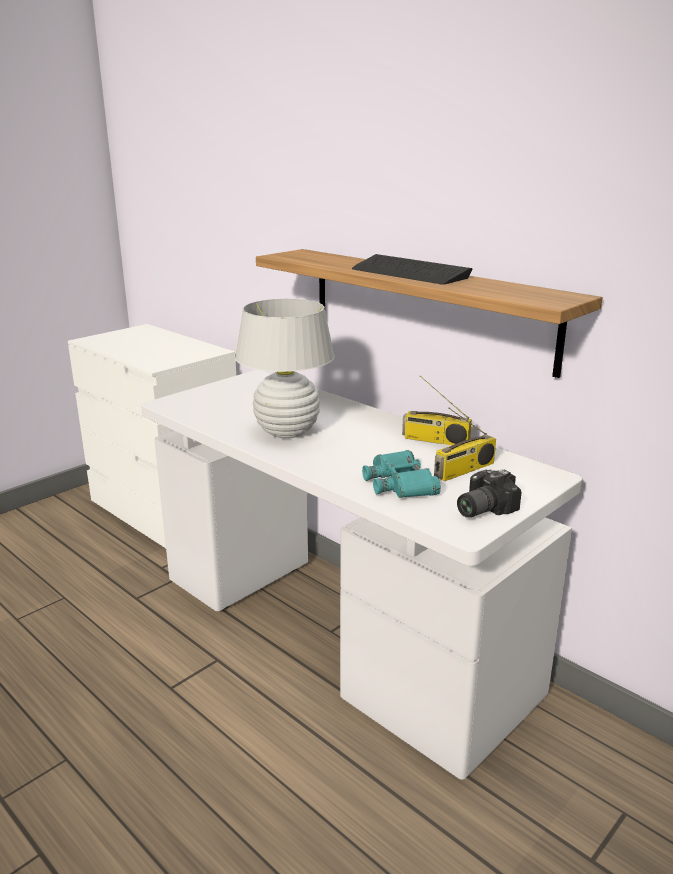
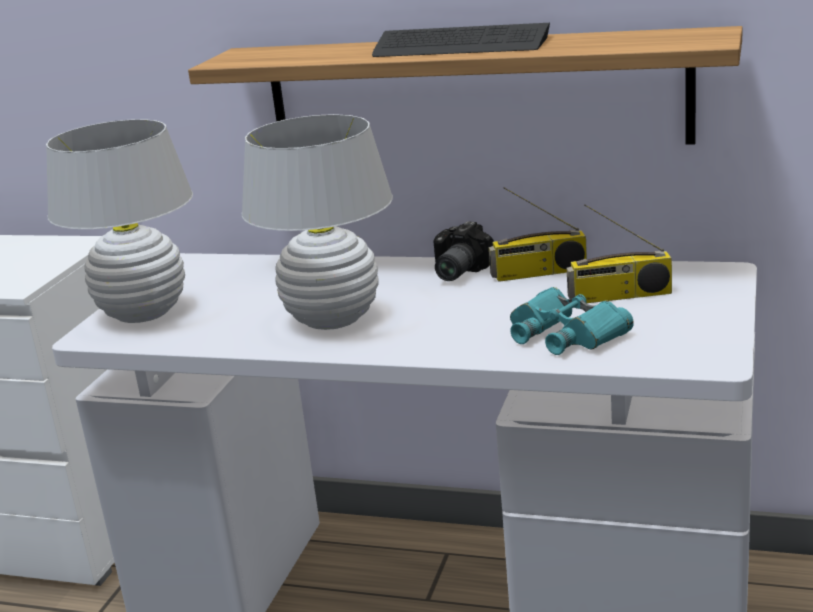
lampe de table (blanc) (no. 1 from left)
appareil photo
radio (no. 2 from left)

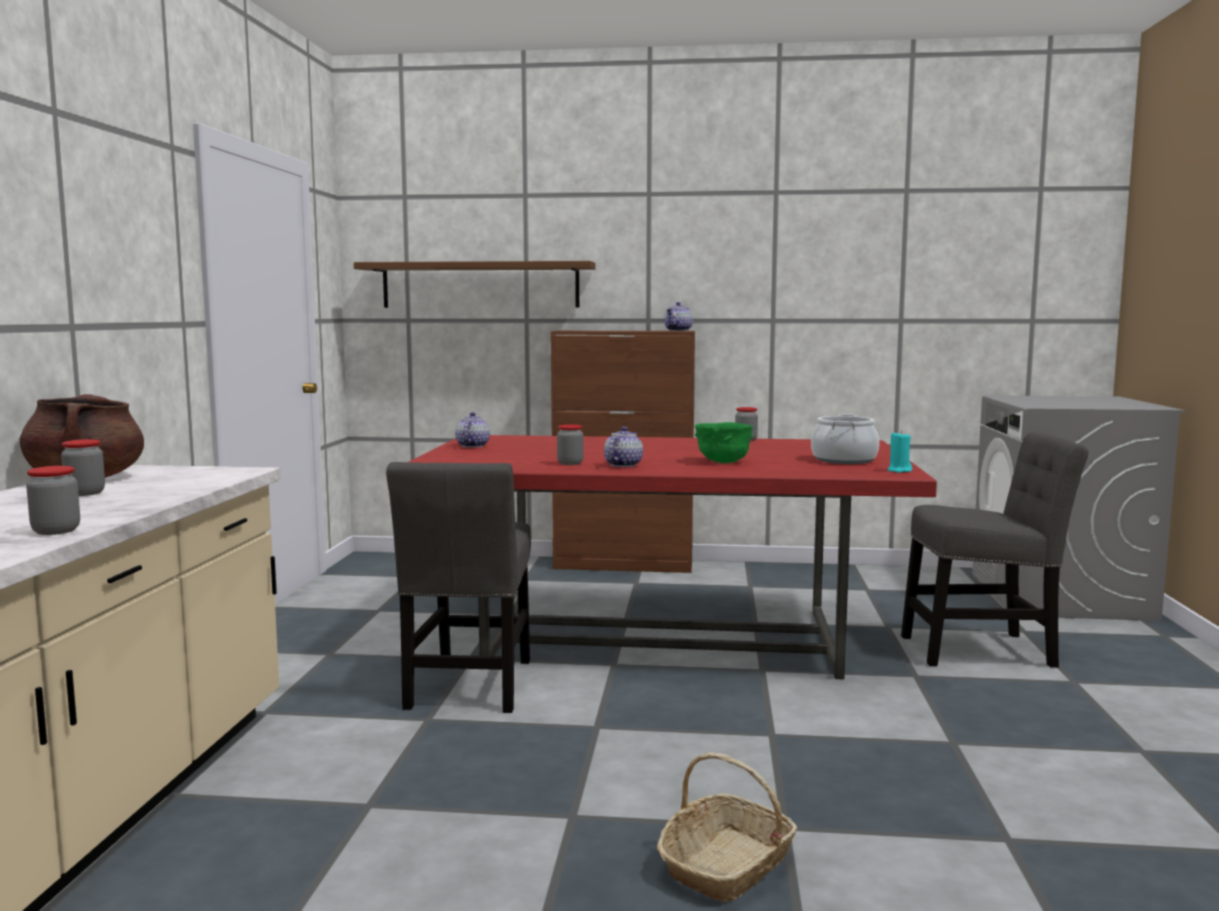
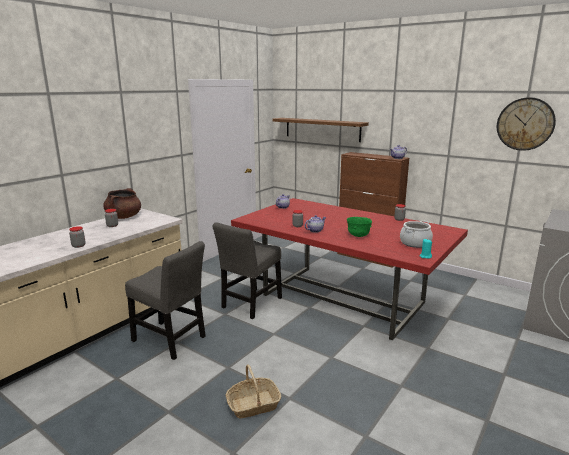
horloge murale
chaise (gris) (no. 1 from left)

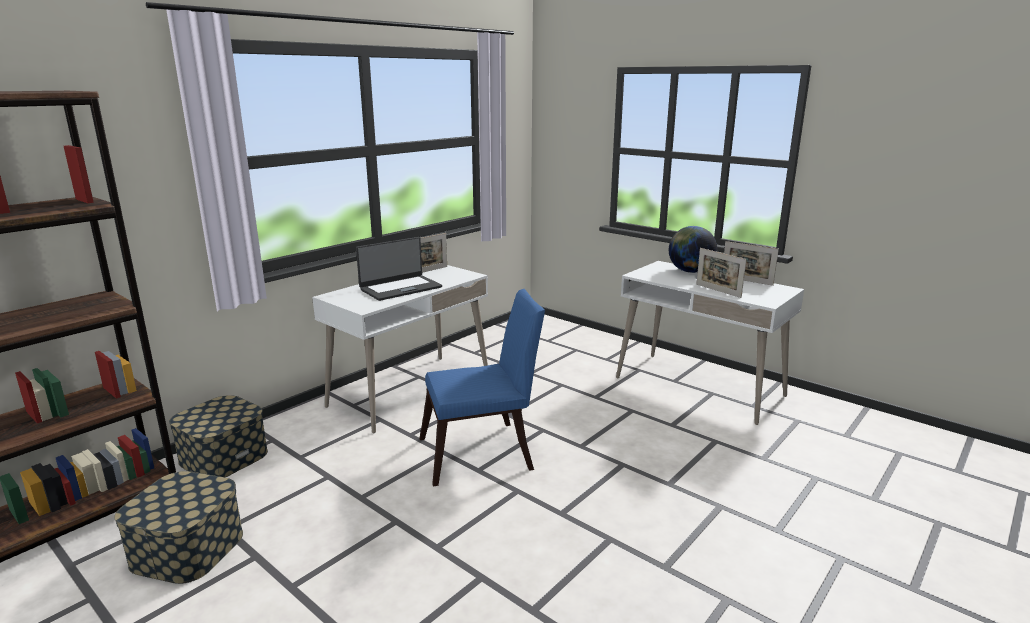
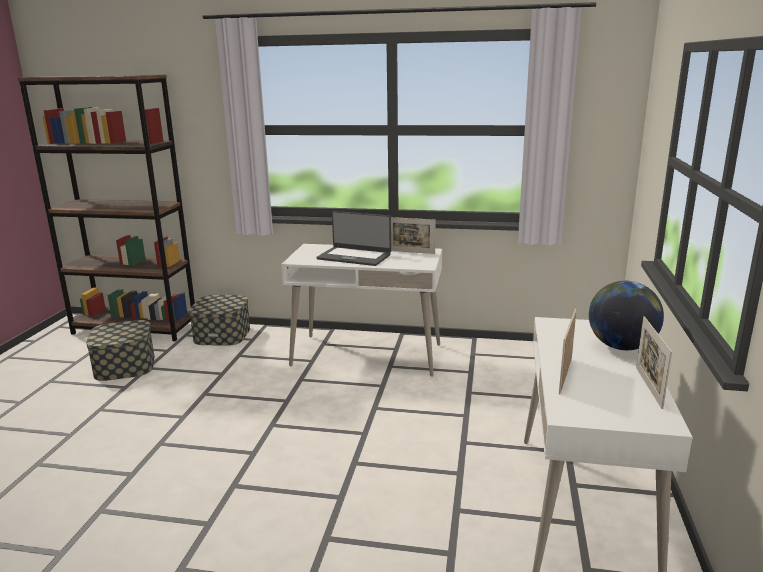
chaise (bleu)

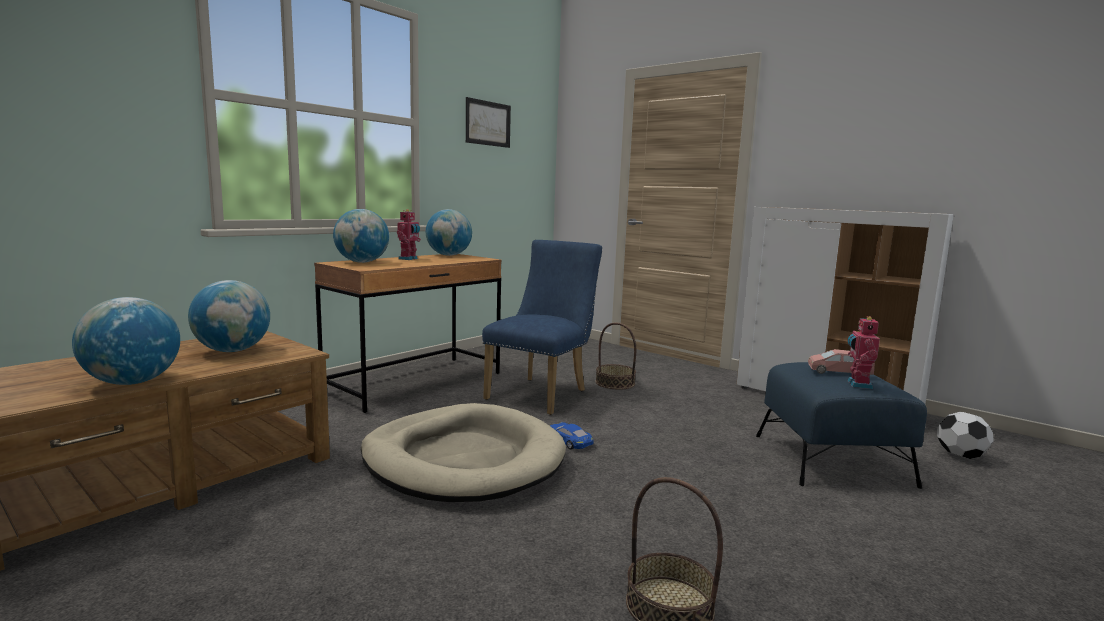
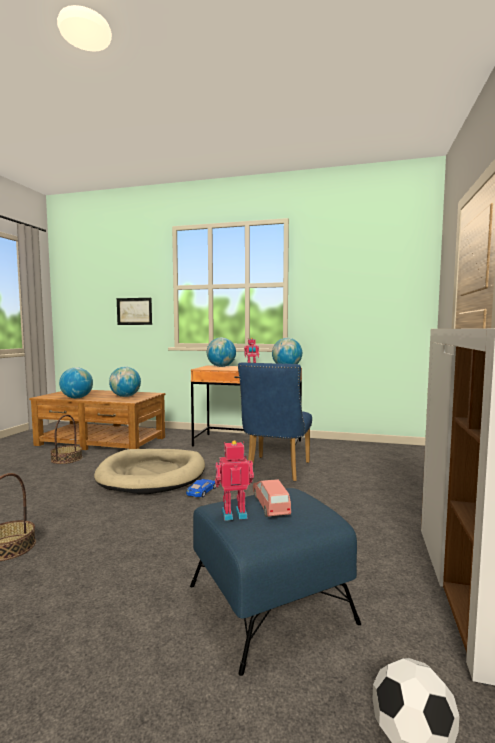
tableau
panier (no. 2 from left)
chaise (bleu)

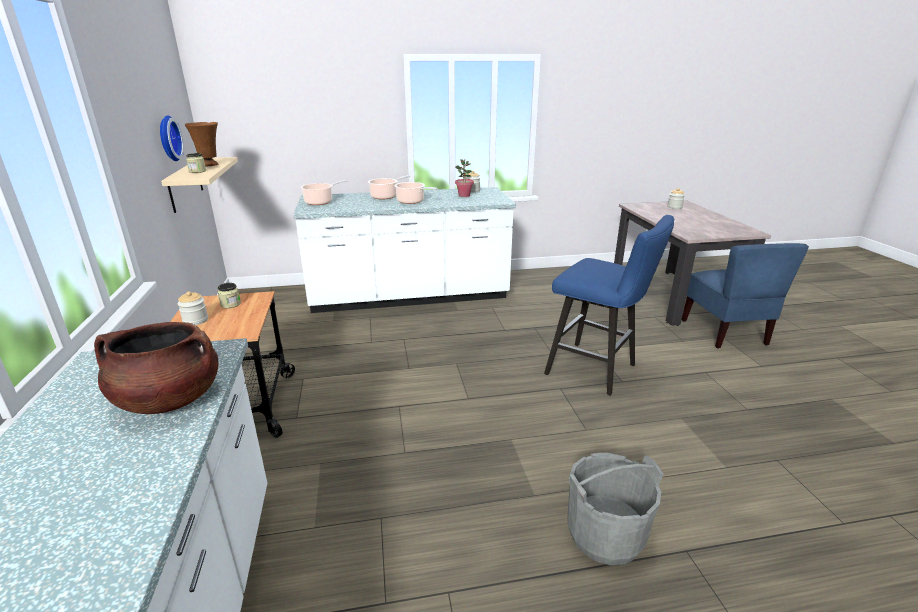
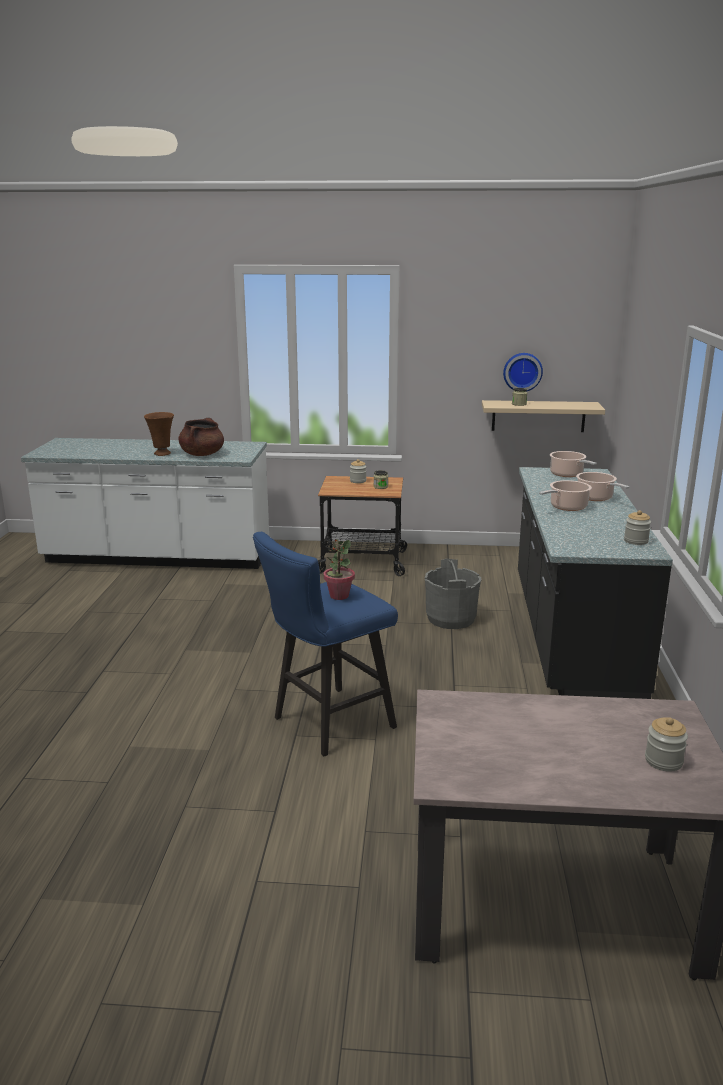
chaise (bleu)
vase (marron)
plante en pot
seau (gris)
comptoir de cuisine (noir)

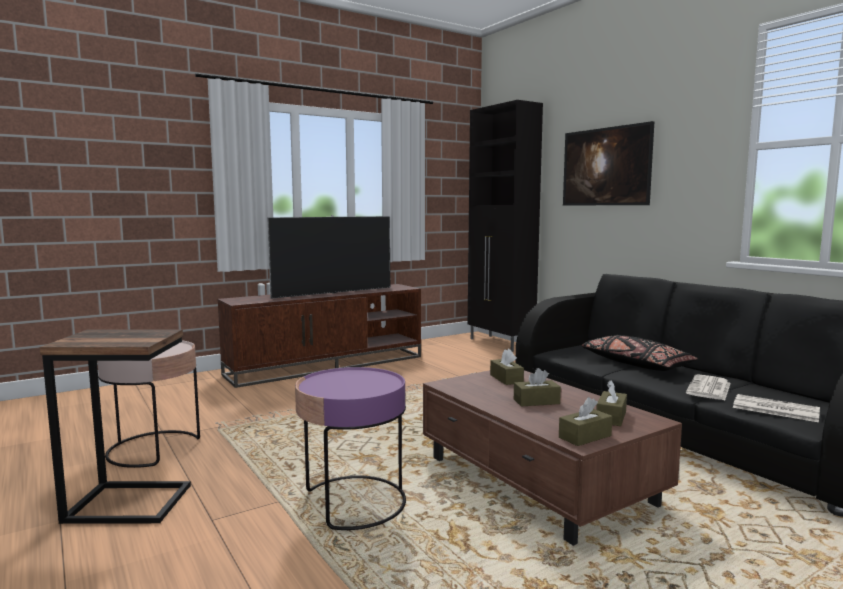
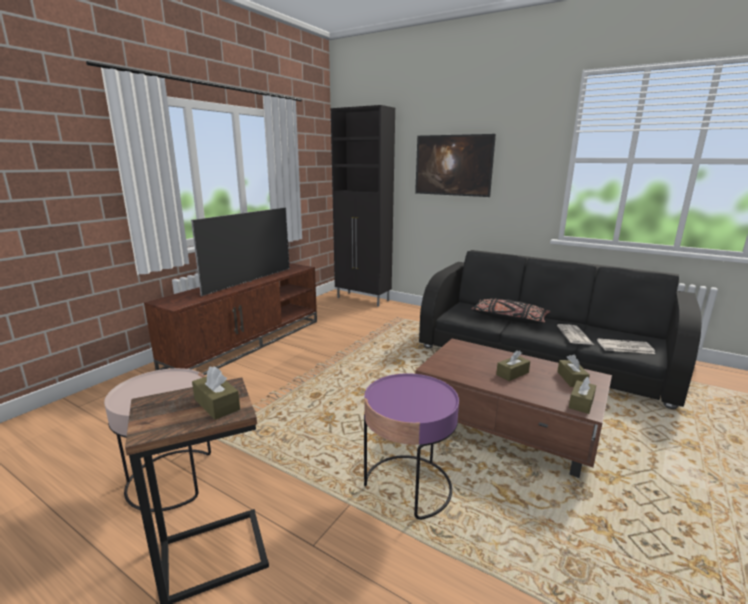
boîte à mouchoirs (marron) (no. 1 from left)

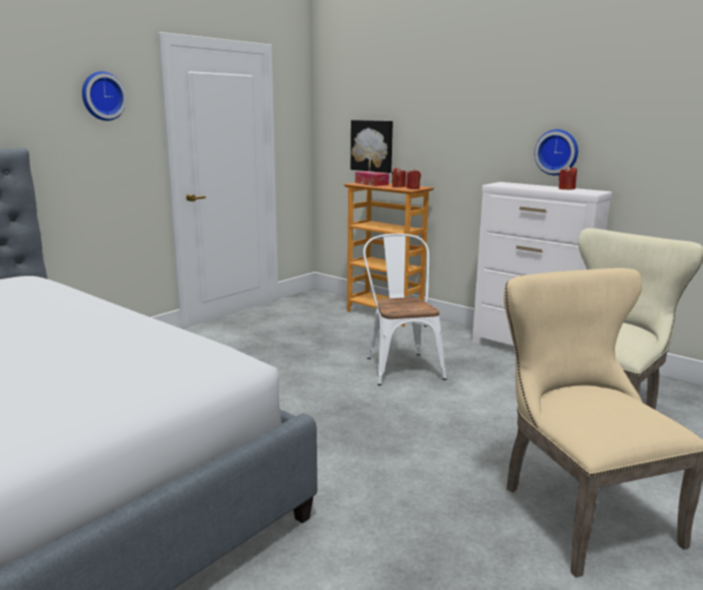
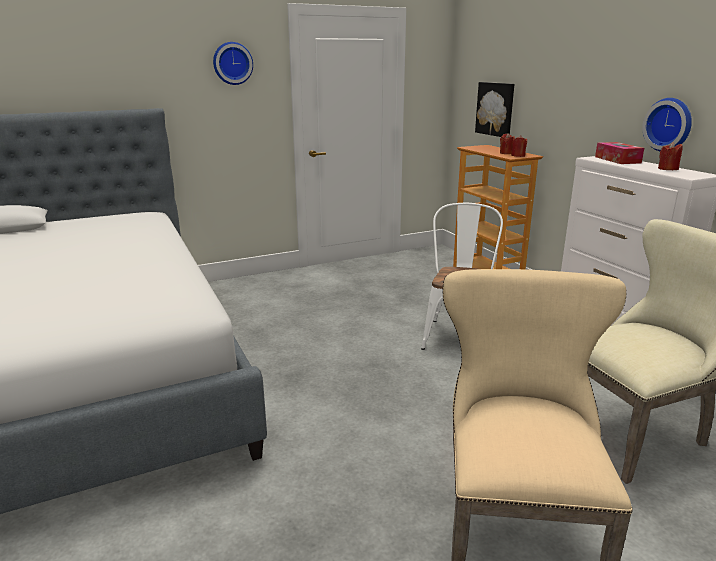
boîte à mouchoirs

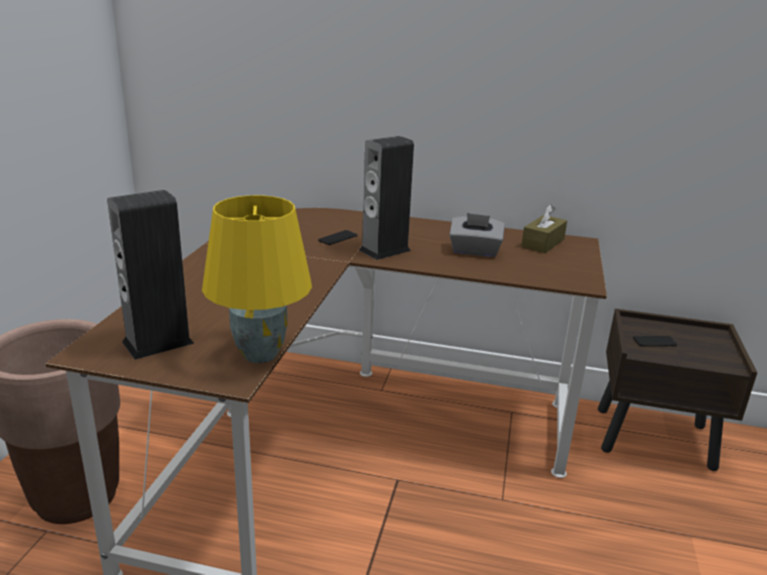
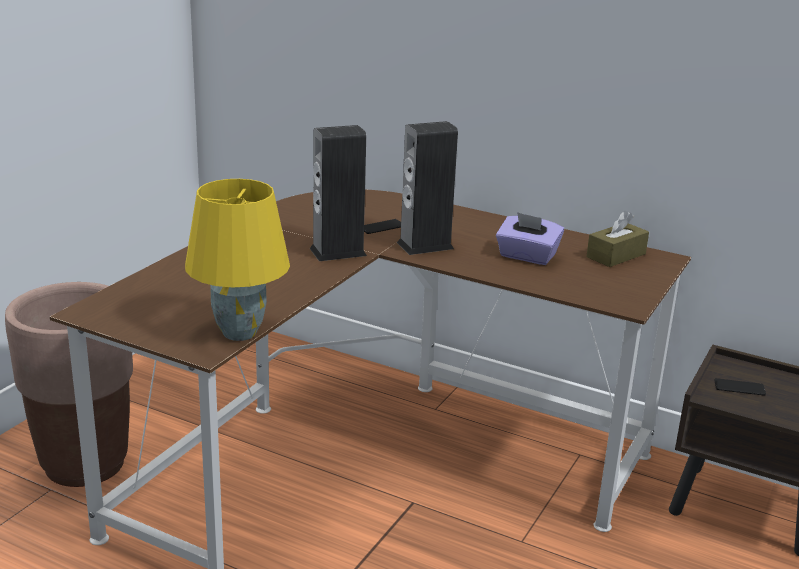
enceinte (no. 1 from left)
boîte à mouchoirs (violet)

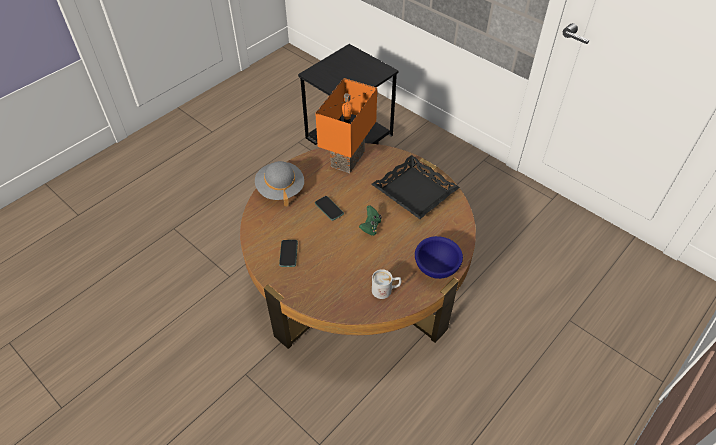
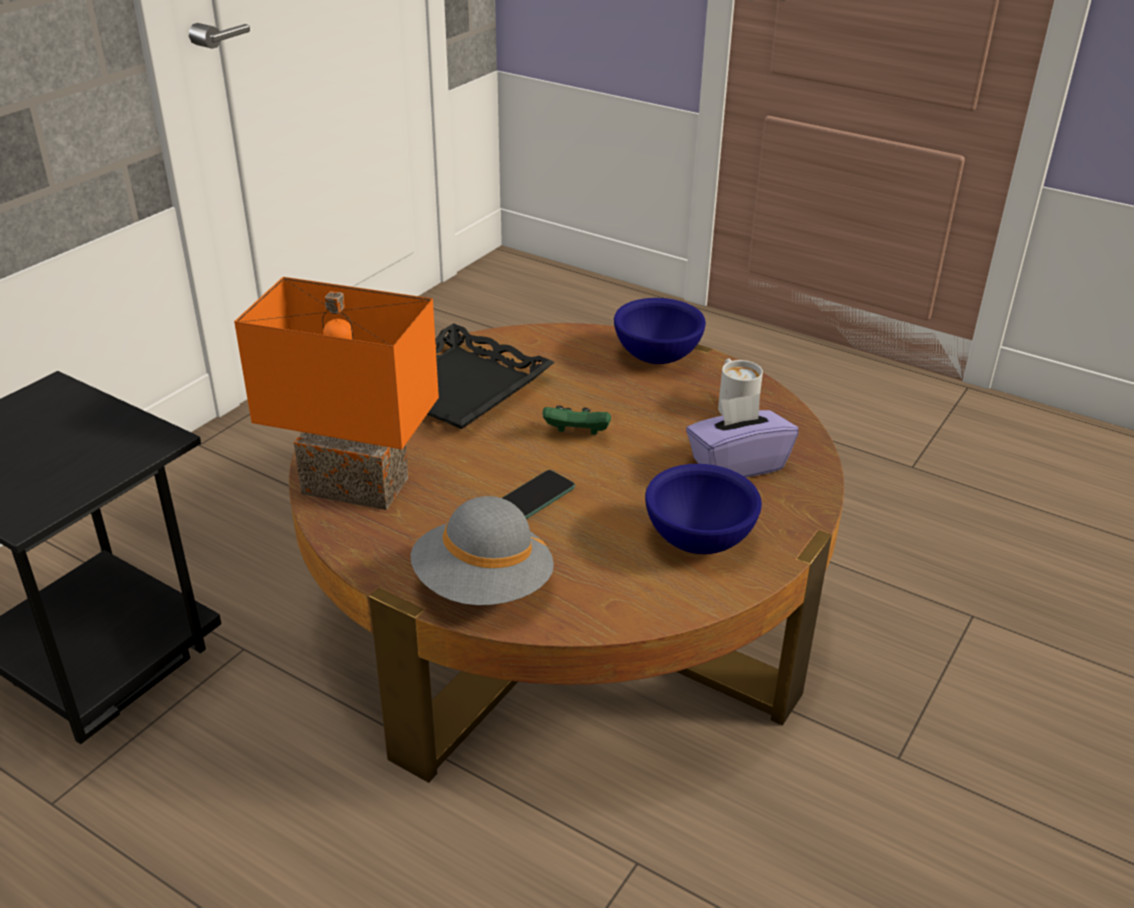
boîte à mouchoirs (violet)
bol (bleu) (no. 2 from left)

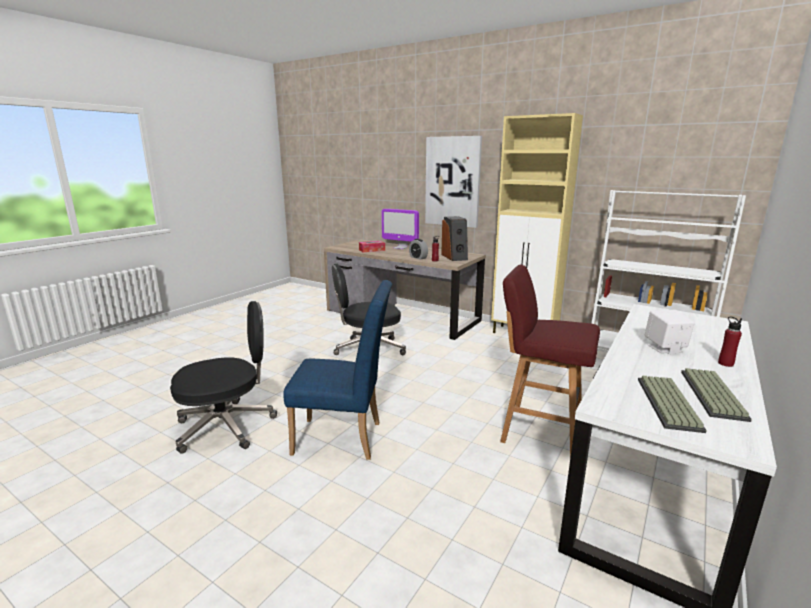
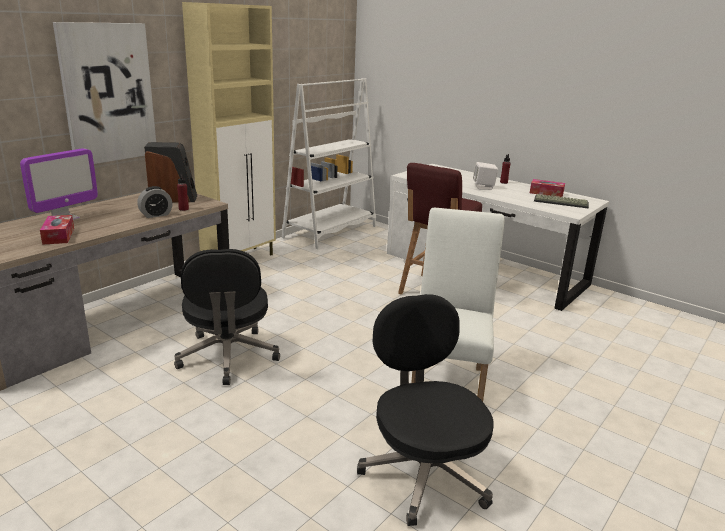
boîte à mouchoirs (no. 2 from left)
chaise (blanc)

